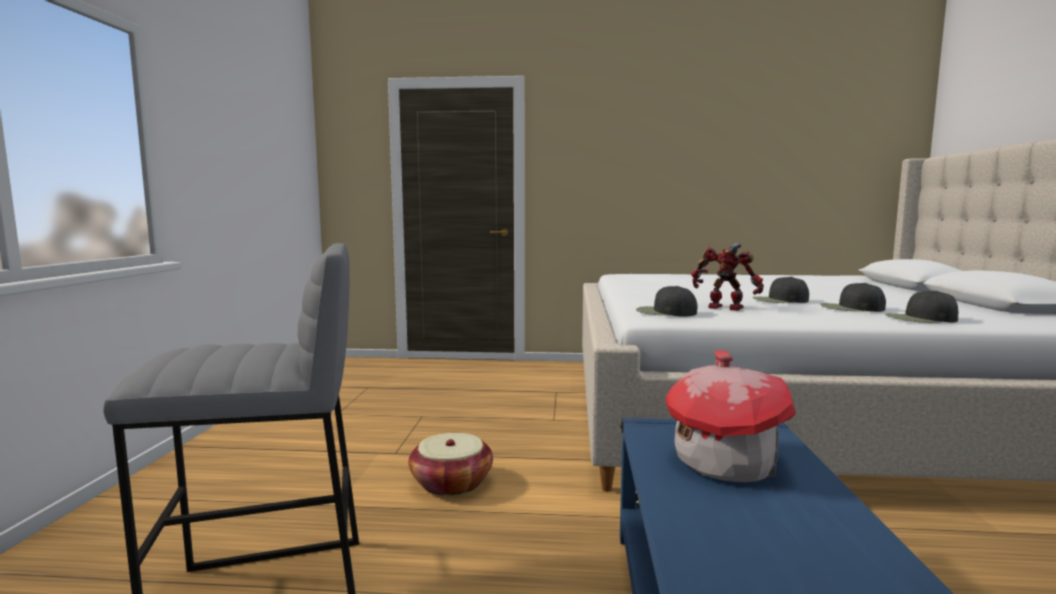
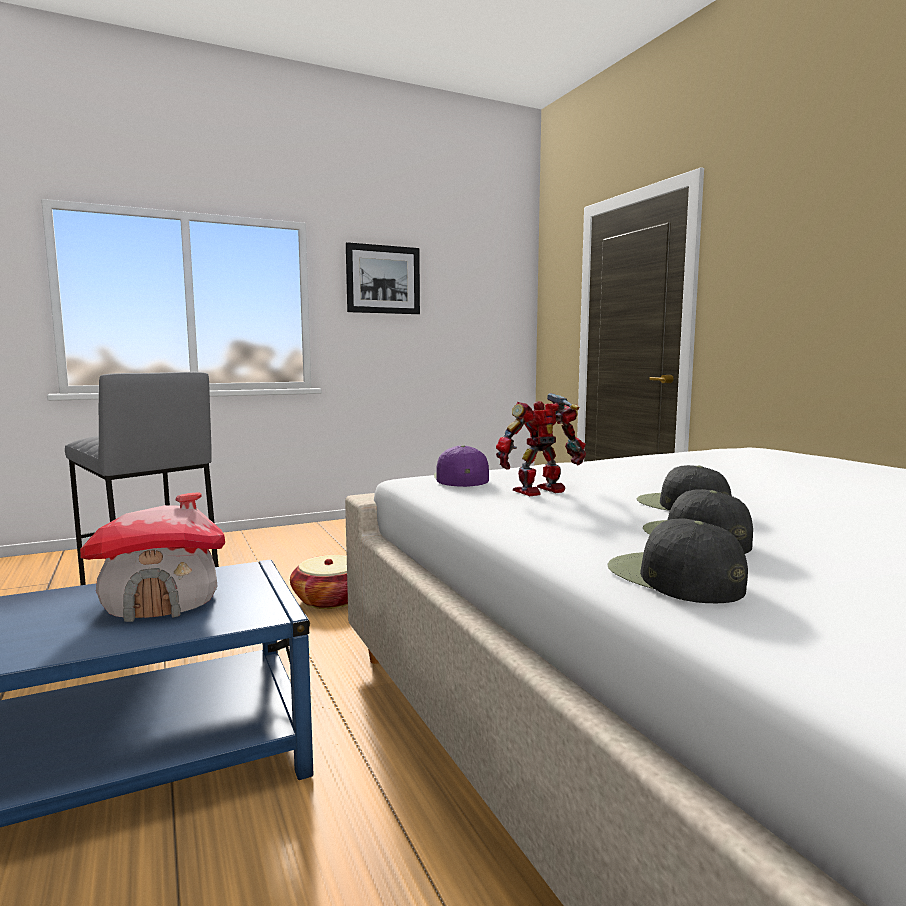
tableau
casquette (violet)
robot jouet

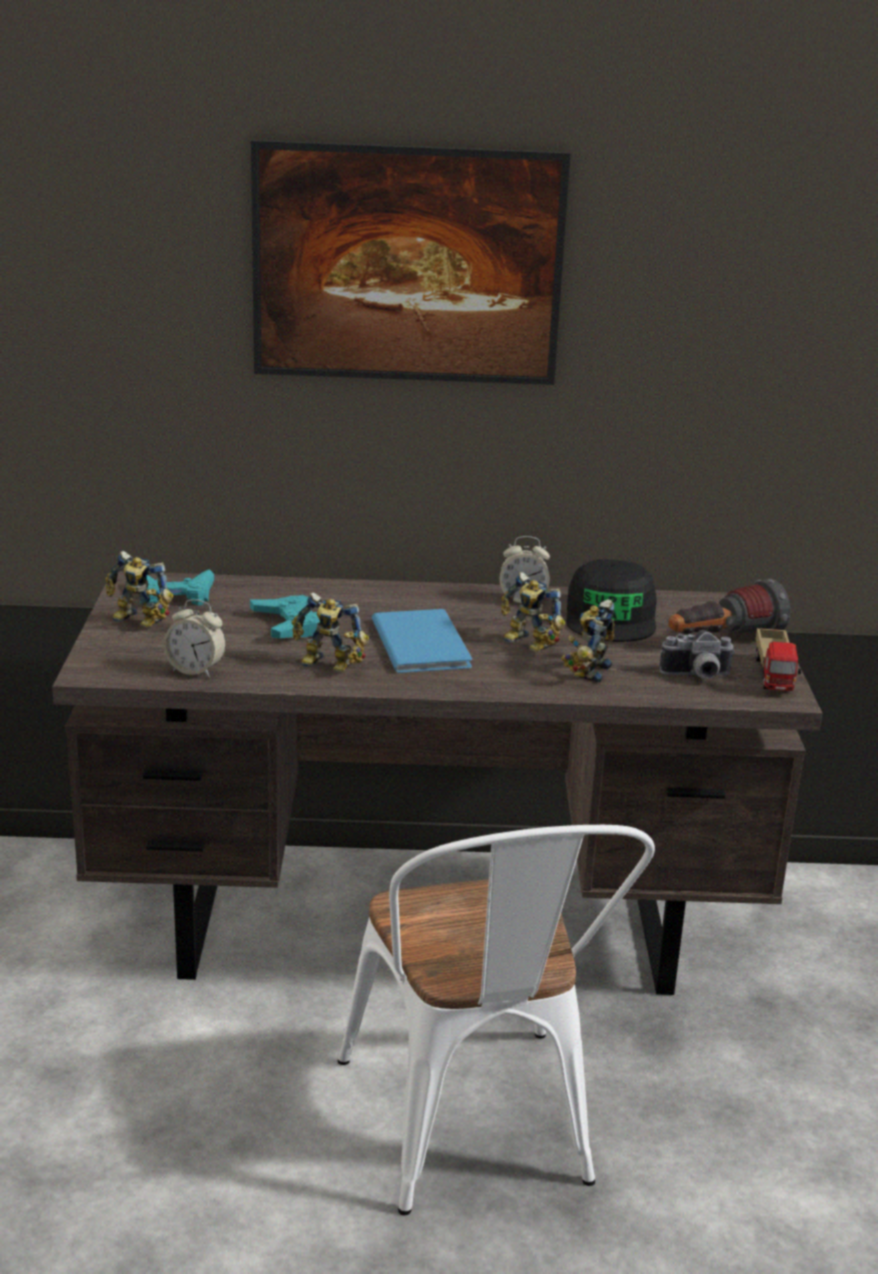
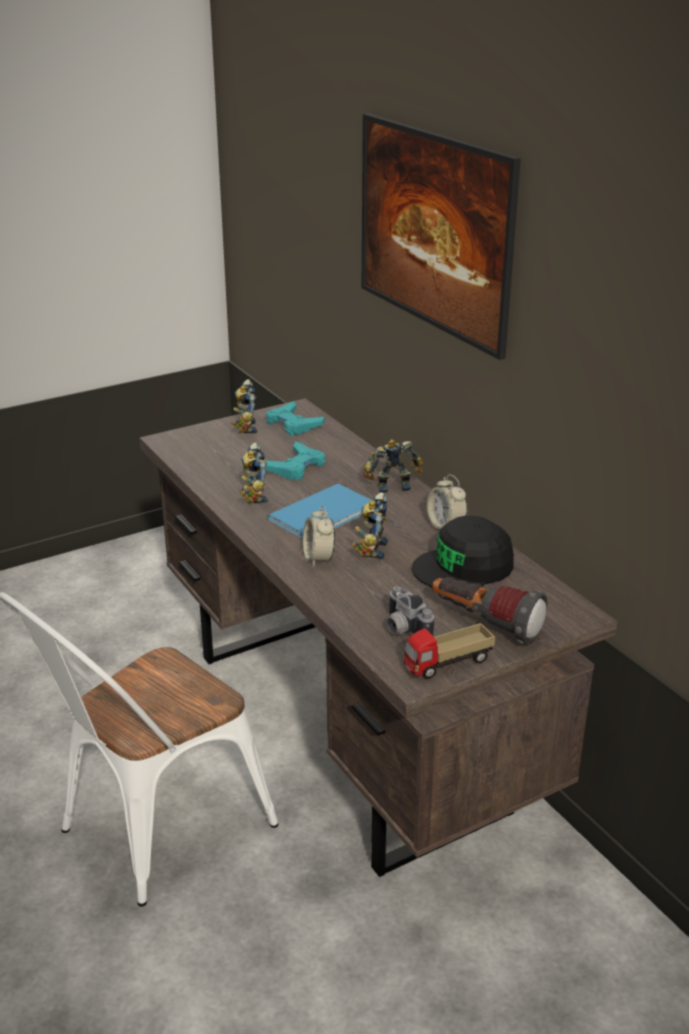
réveil (no. 1 from left)
robot jouet (no. 4 from left)

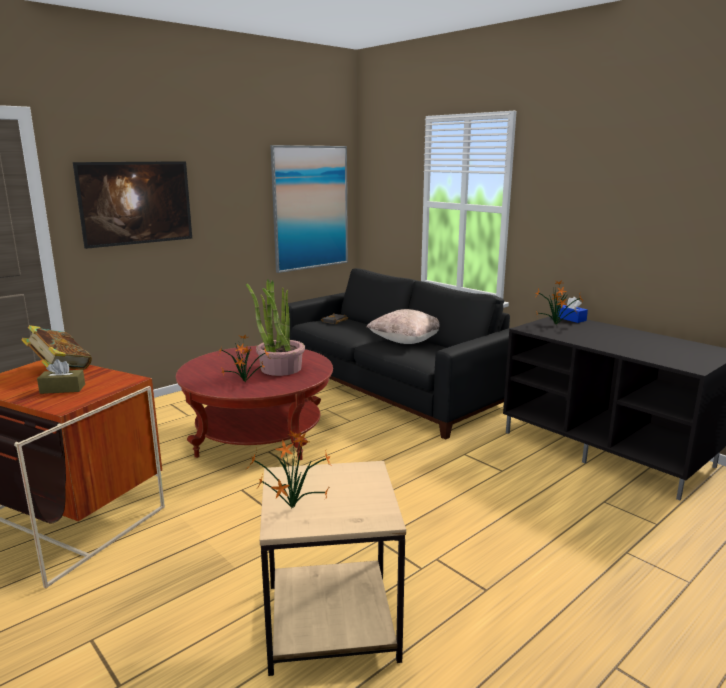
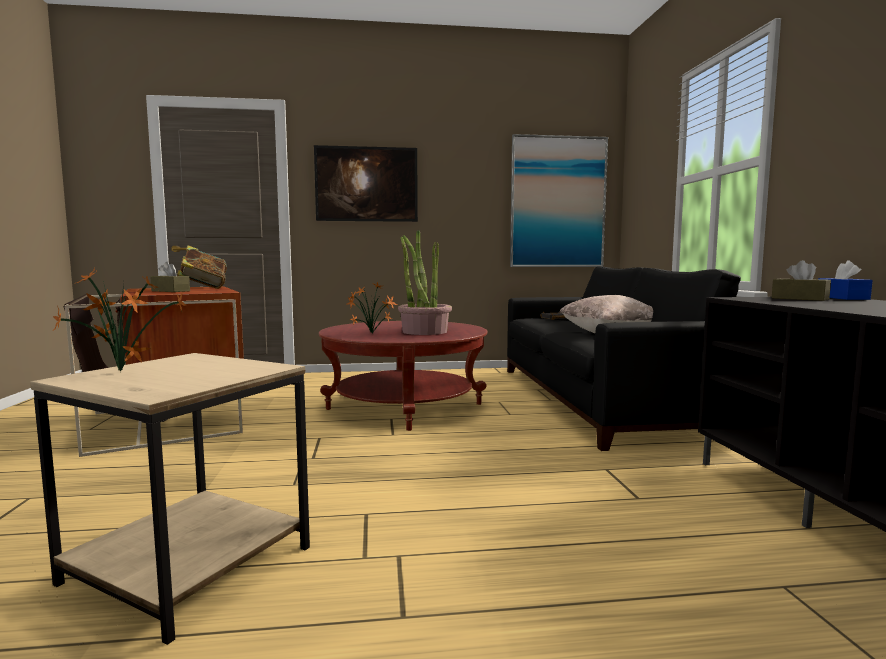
boîte à mouchoirs (marron) (no. 2 from left)

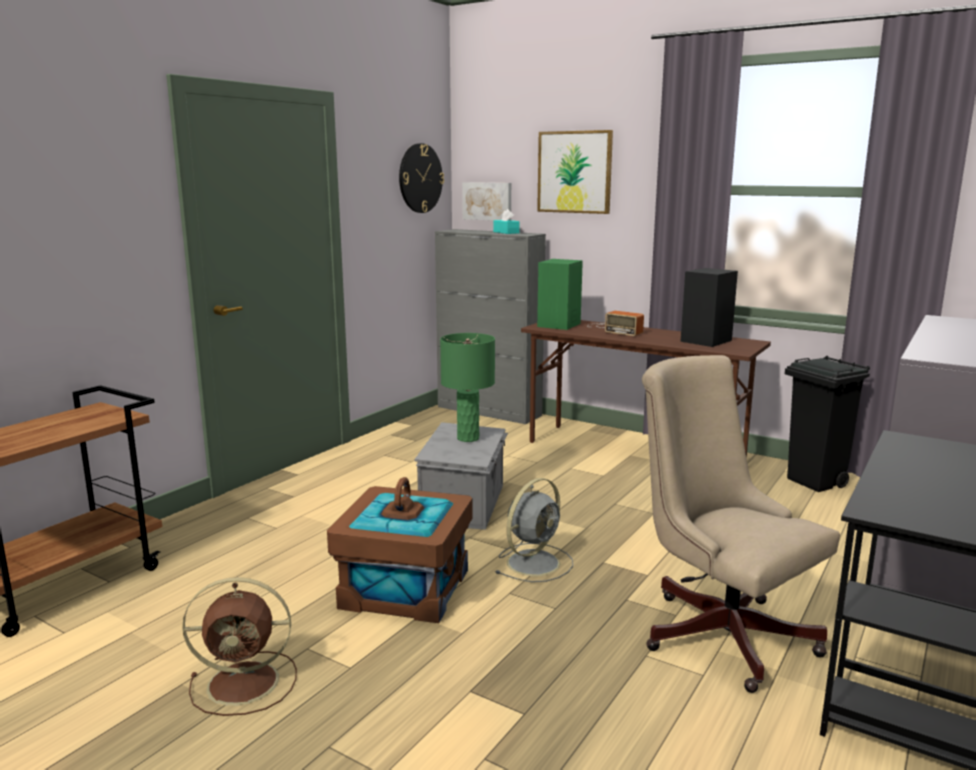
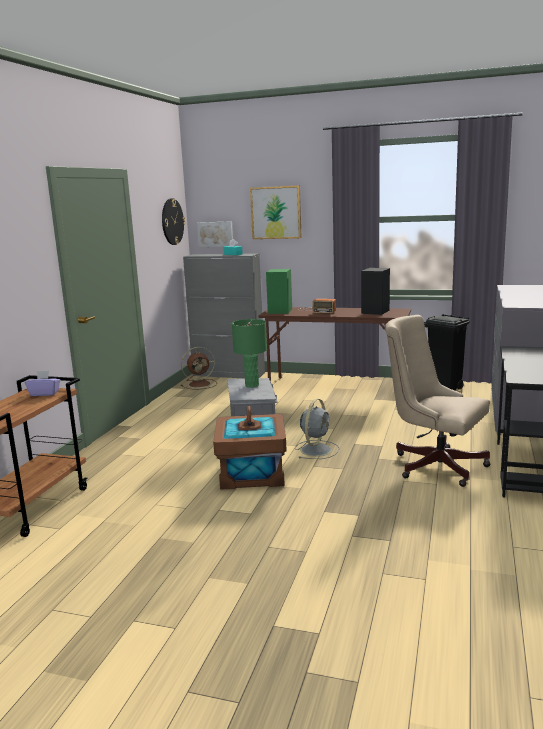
boîte à mouchoirs (violet)
ventilateur (marron)

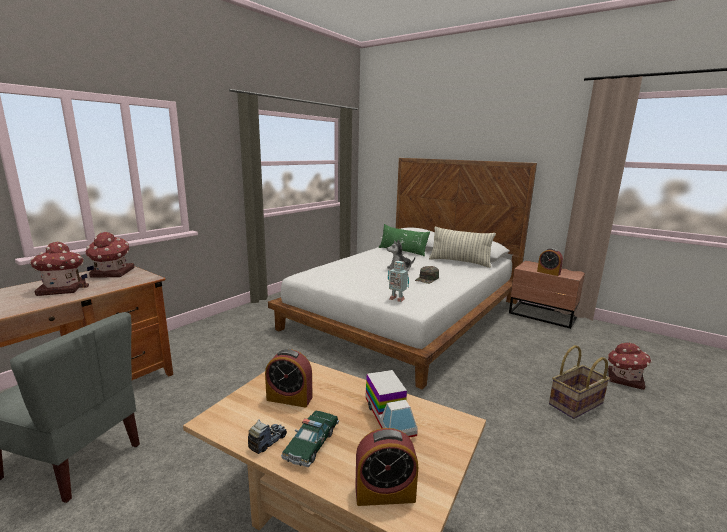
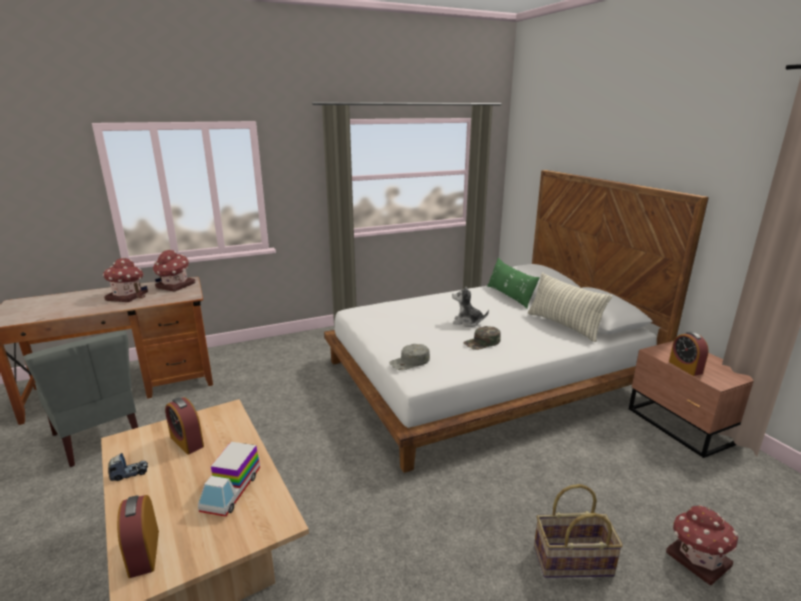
petite voiture
casquette (gris)
réveil (no. 1 from left)

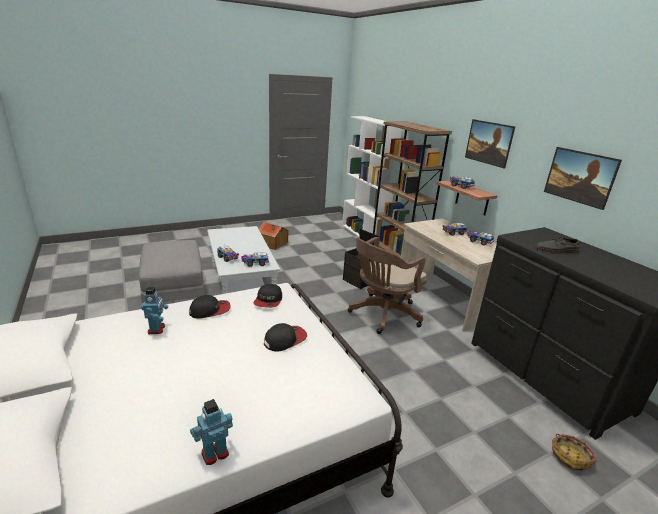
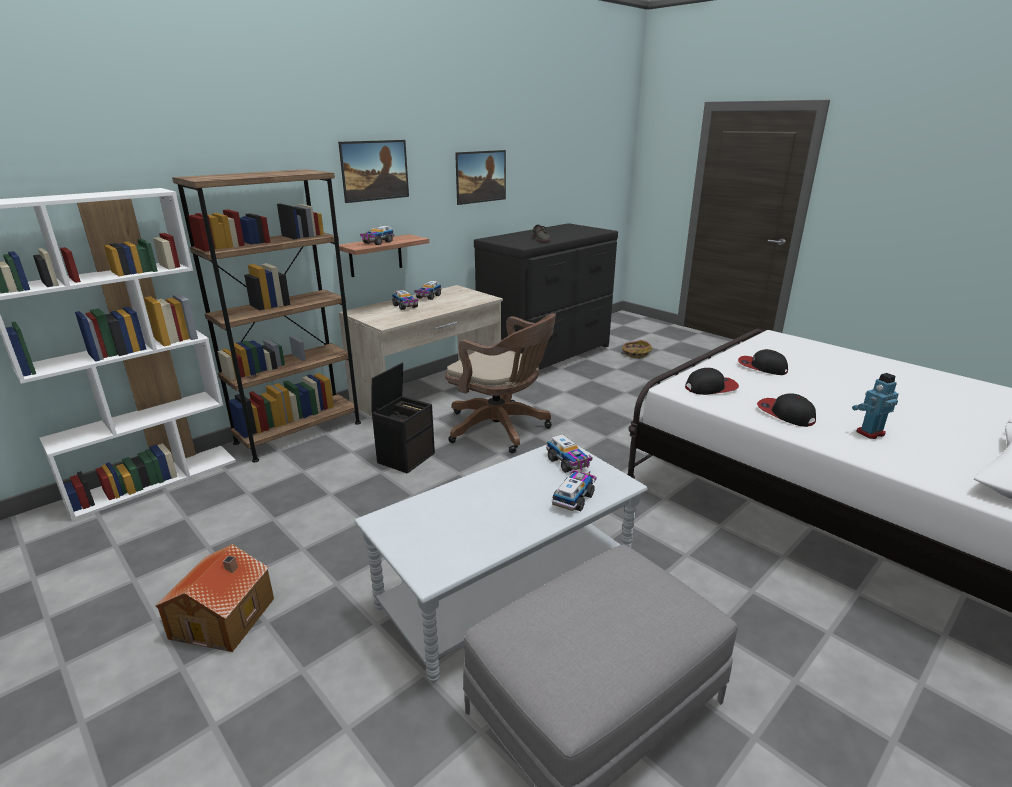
robot jouet (no. 2 from left in the first image)

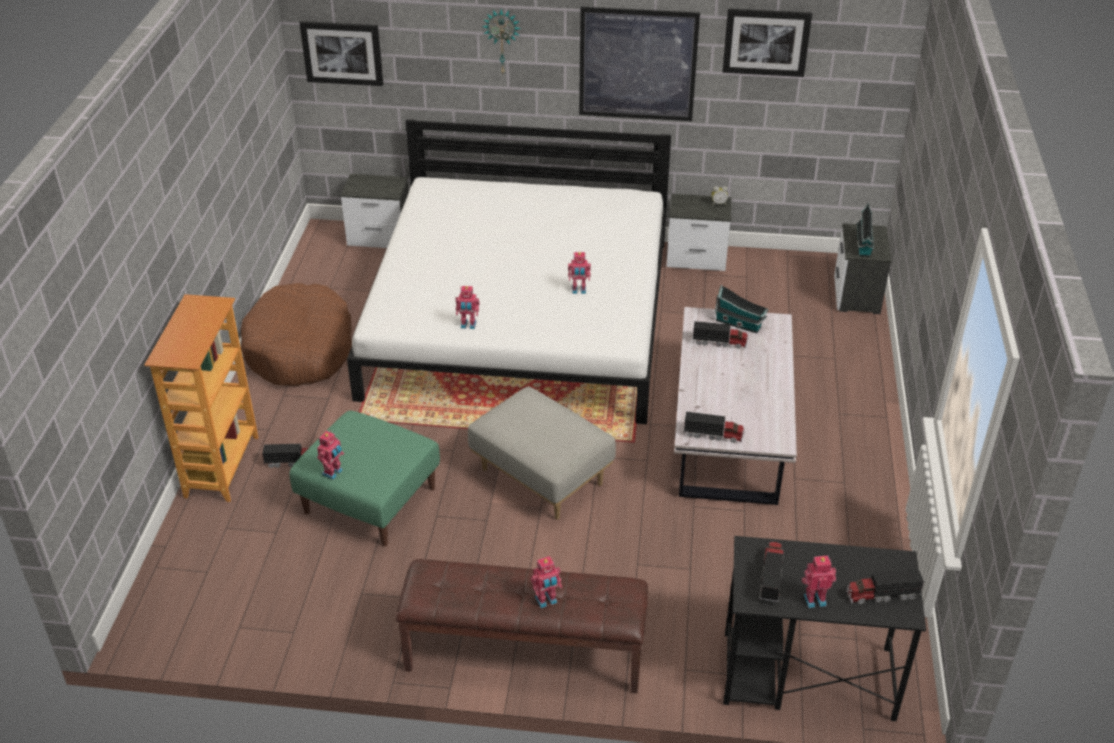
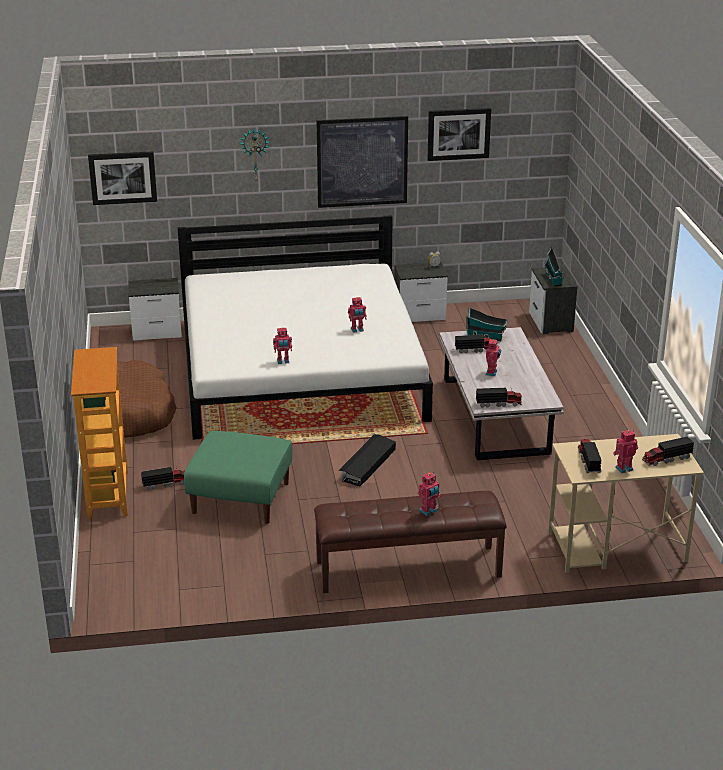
robot jouet (no. 4 from left)
boîte de rangement (noir)
bureau (beige)

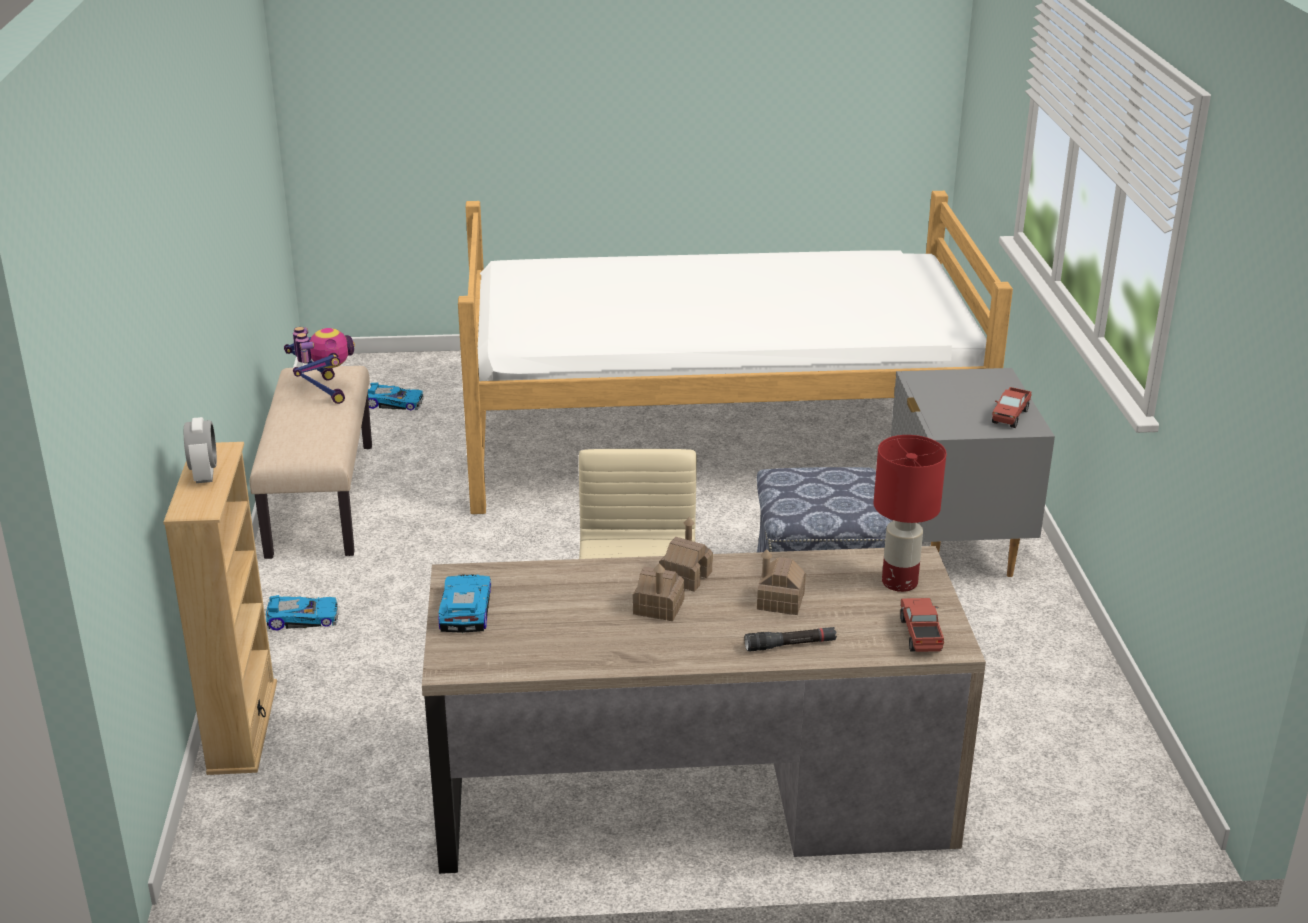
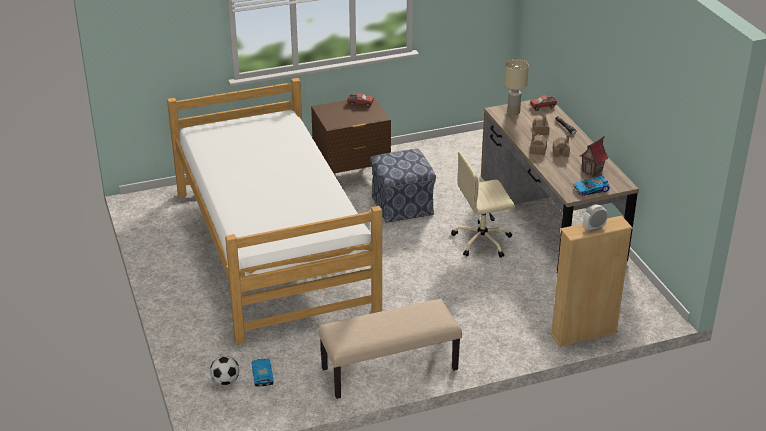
petite voiture (no. 1 from left in the first image)
robot jouet
ballon de foot
maison miniature (no. 4 from left)
lampe de table (beige)
table de chevet (marron)

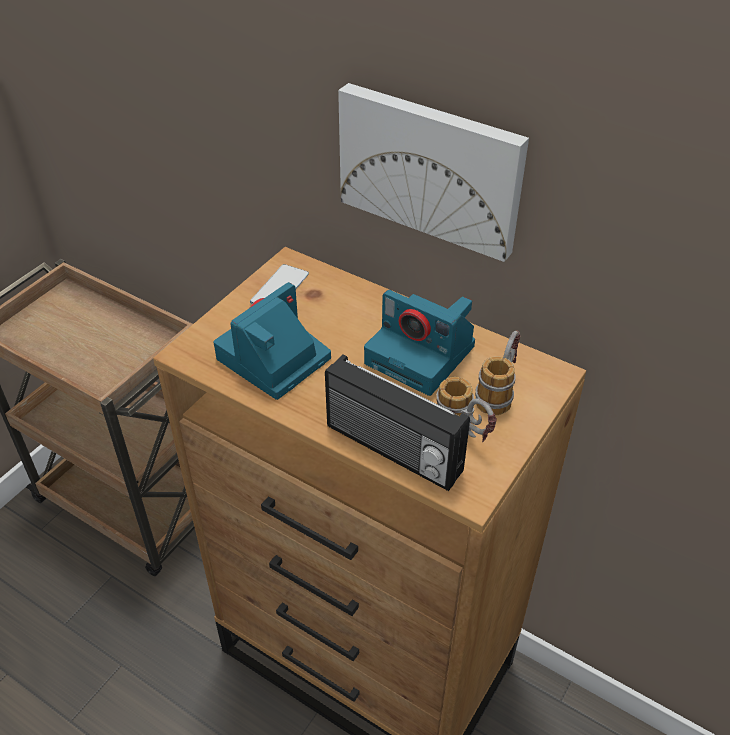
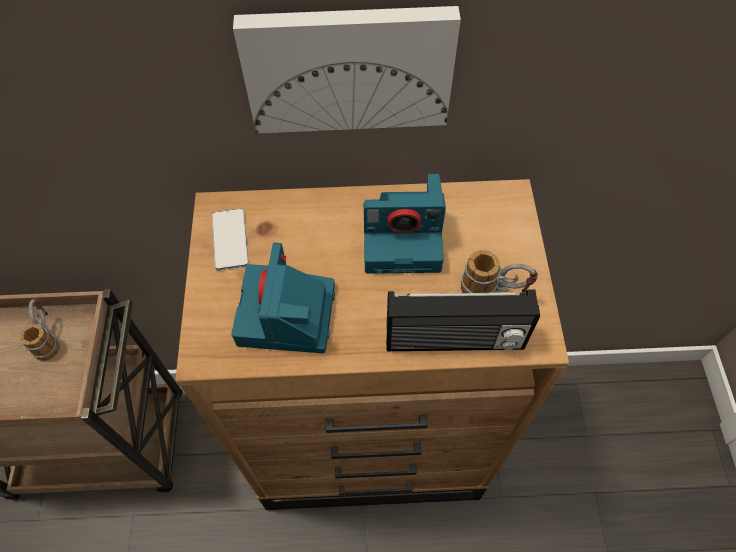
mug (no. 1 from left)

